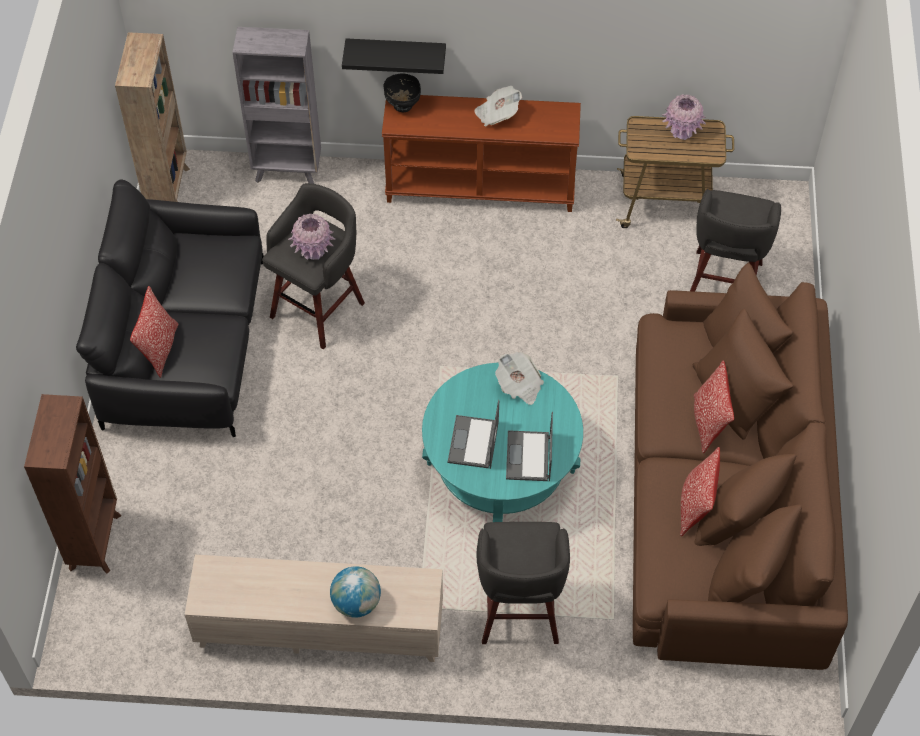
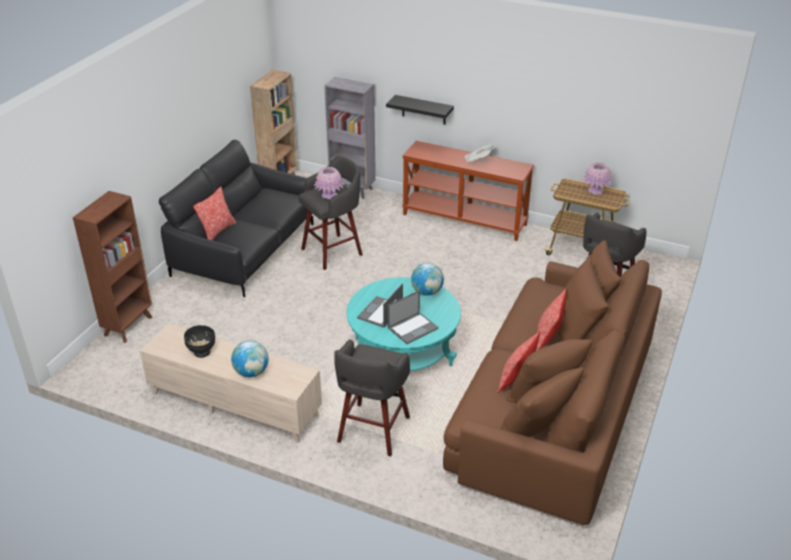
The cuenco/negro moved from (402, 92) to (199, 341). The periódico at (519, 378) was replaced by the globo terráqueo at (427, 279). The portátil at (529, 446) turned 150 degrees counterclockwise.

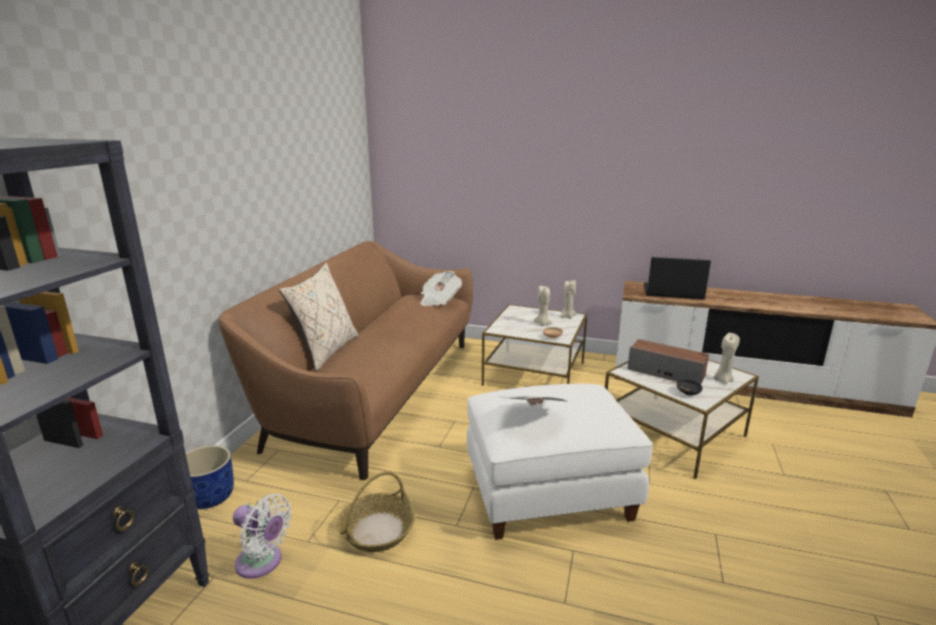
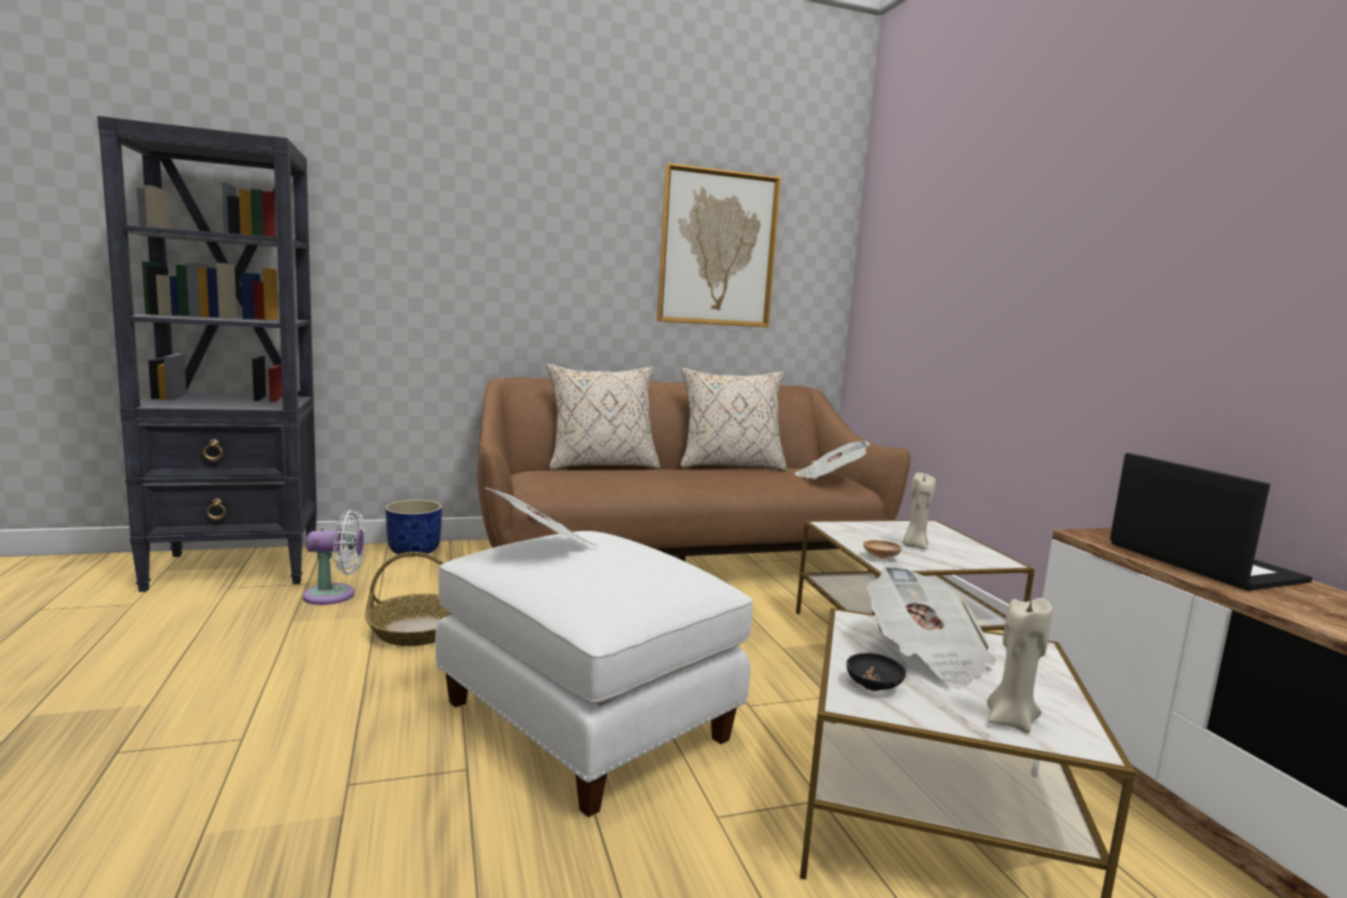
The vela/beis at (568, 299) disappeared. The cuadro at (719, 245) appeared. The cojín/beis at (734, 419) appeared. The altavoz at (668, 361) was replaced by the periódico at (931, 627). The ventilador/blanco at (262, 536) turned 90 degrees counterclockwise.

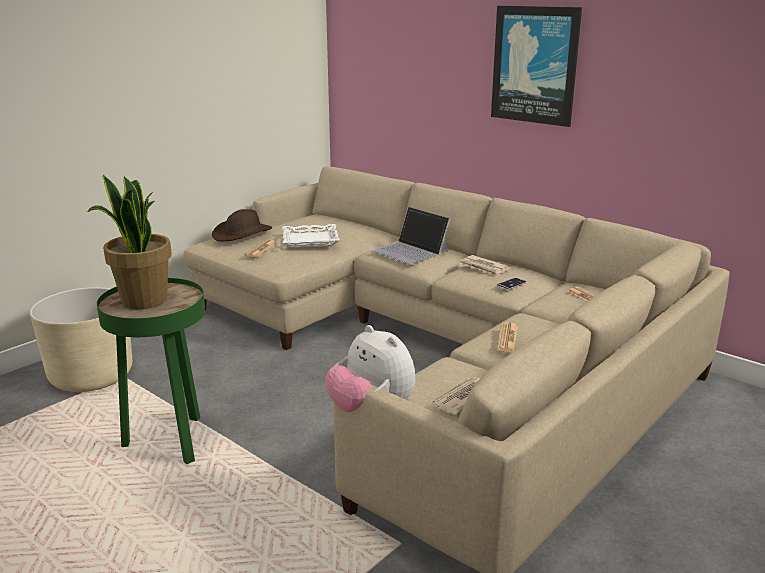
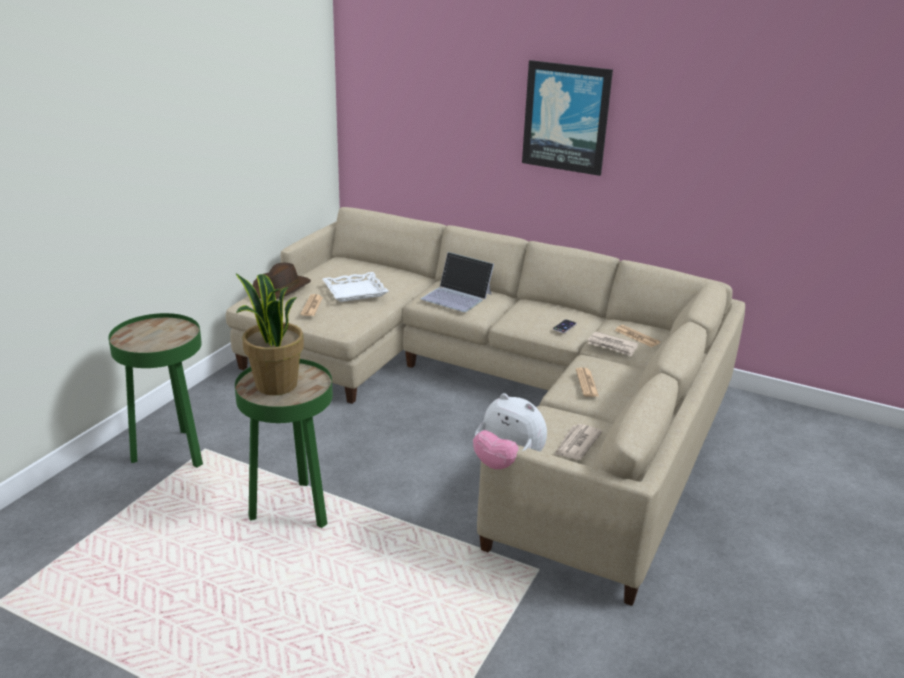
The periódico moved from (484, 266) to (613, 344). The maceta/beis at (81, 339) was replaced by the mesa auxiliar/verde at (155, 390).

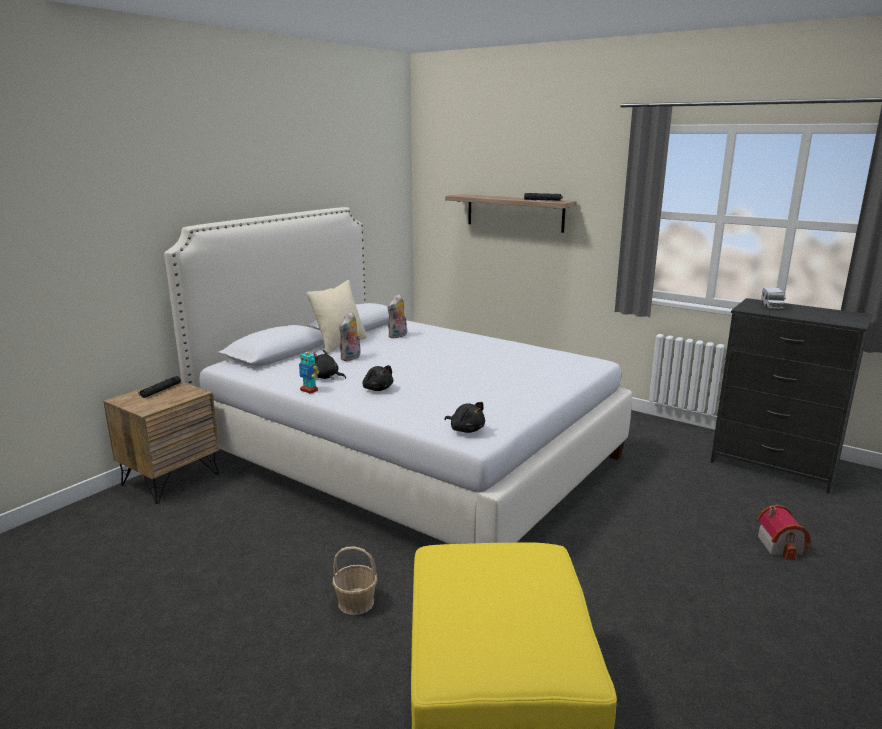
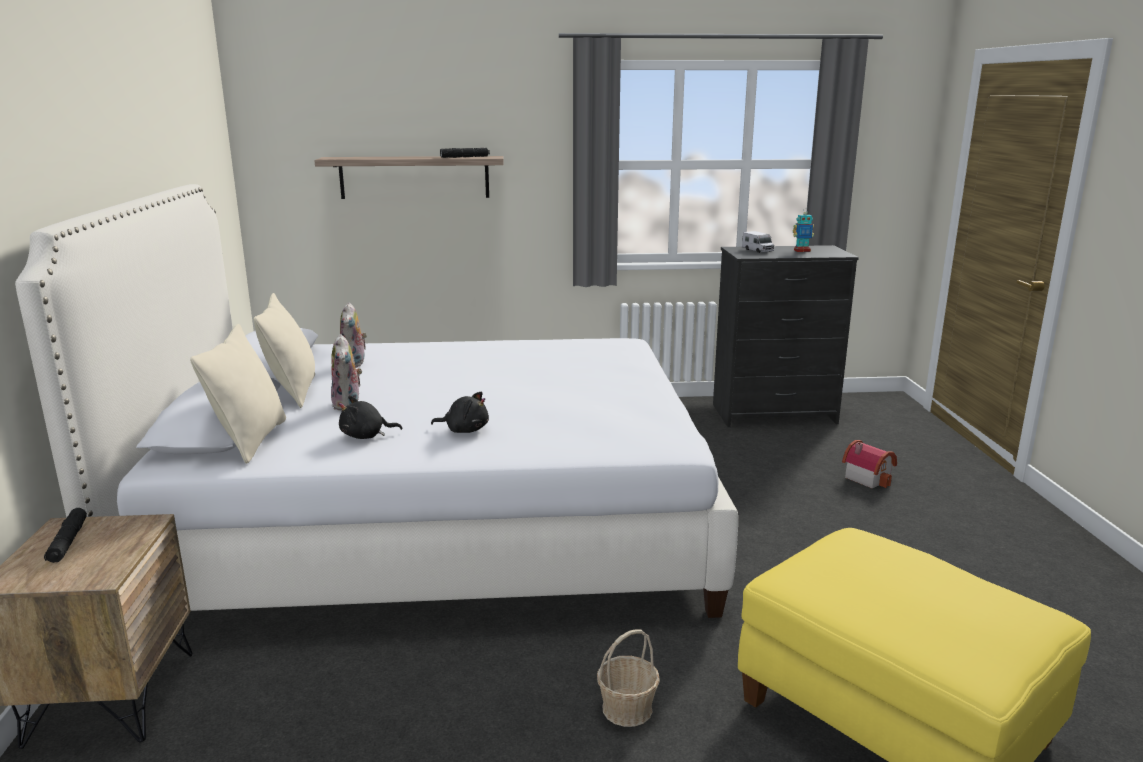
The peluche/negro at (464, 417) disappeared. The cojín/beis at (238, 394) appeared. The robot de juguete moved from (309, 371) to (803, 230).

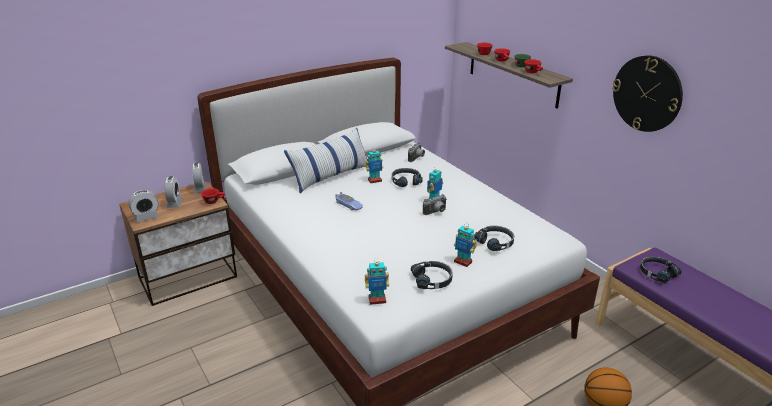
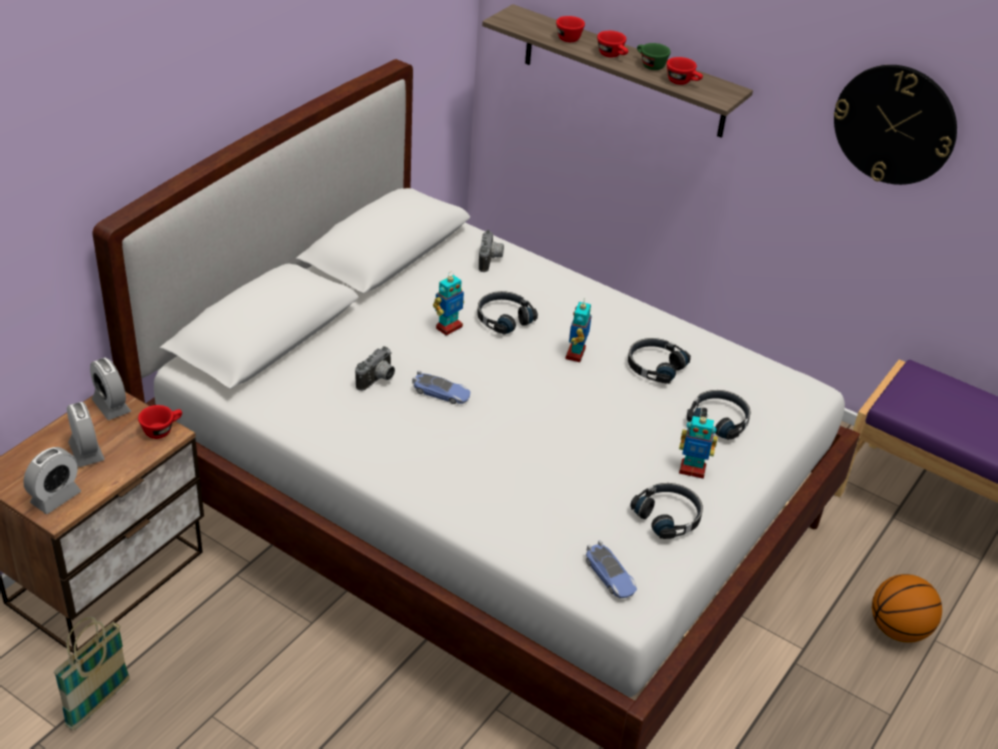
The cojín at (325, 160) disappeared. The cesta at (91, 673) appeared. The cámara moved from (435, 204) to (375, 368). The auriculares/negro moved from (661, 269) to (659, 361). The robot de juguete at (377, 281) was replaced by the coche de juguete at (611, 569).

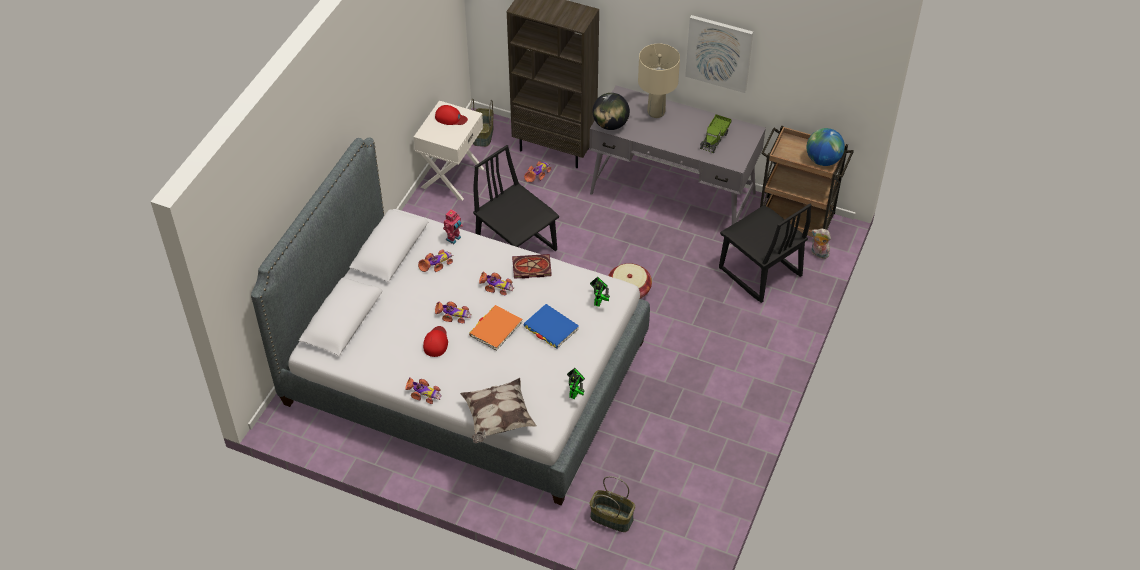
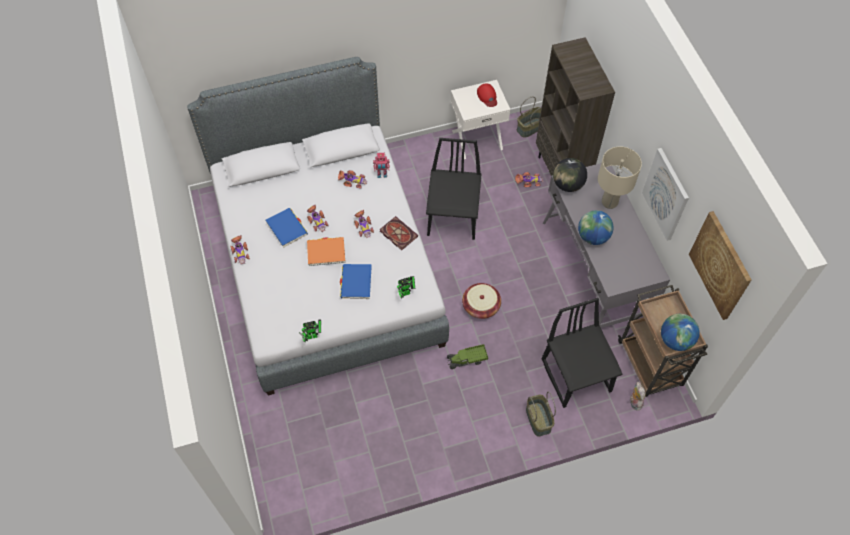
The cojín at (498, 410) disappeared. The globo terráqueo at (596, 227) appeared. The cuadro at (720, 265) appeared. The cesta moved from (612, 504) to (541, 414). The camión de juguete moved from (716, 133) to (467, 356). The gorra/rojo at (435, 341) was replaced by the libro/azul at (287, 227). The silla/negro at (765, 253) turned 150 degrees clockwise.

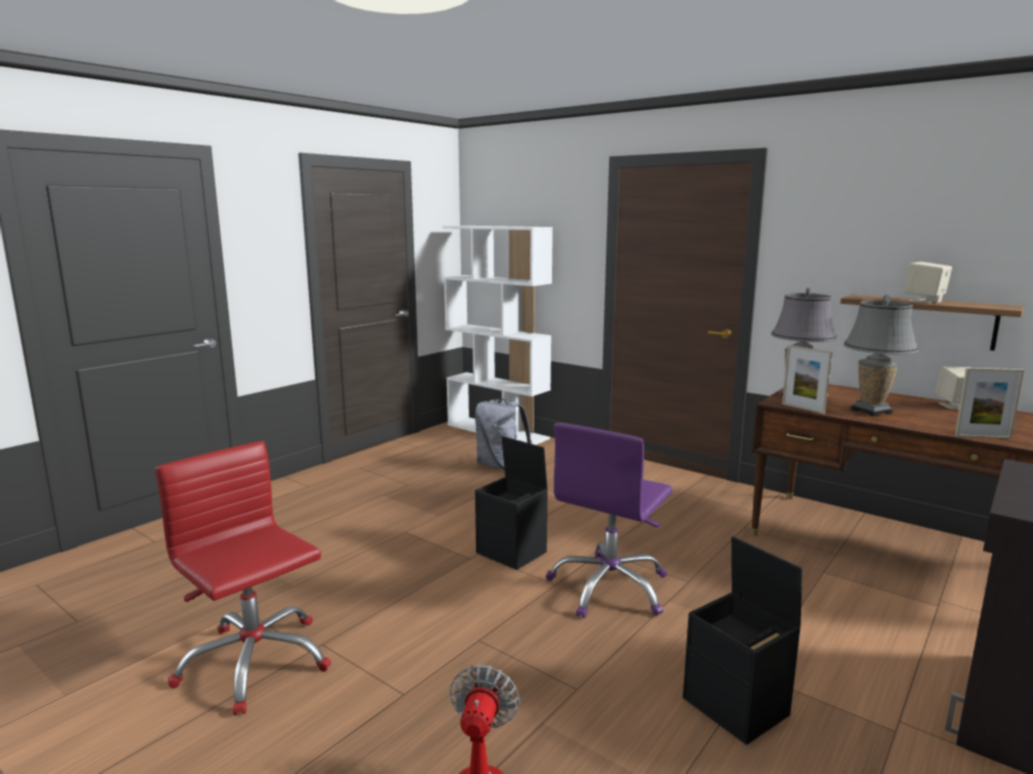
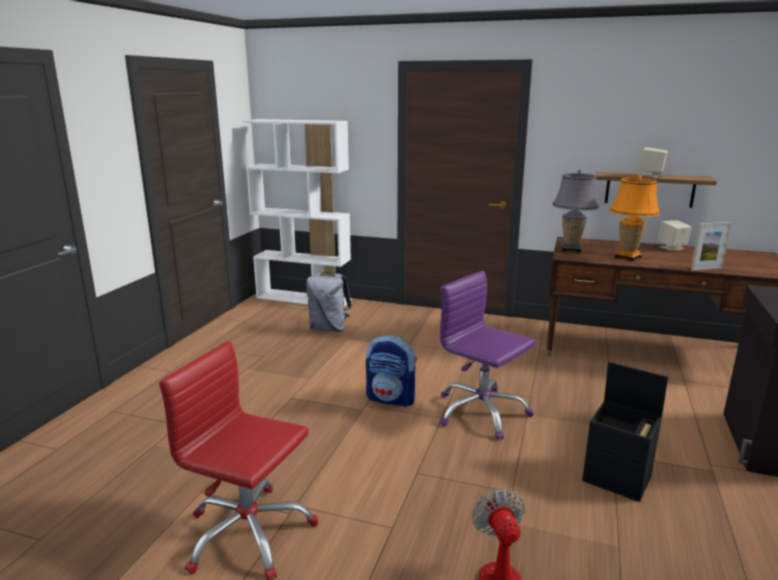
The portarretratos at (807, 379) disappeared. The caja de almacenaje/negro at (511, 503) was replaced by the mochila at (391, 371). The lámpara de mesa/gris at (881, 356) became the lámpara de mesa/naranja at (634, 217). The silla de oficina/morado at (609, 520) turned 120 degrees clockwise.

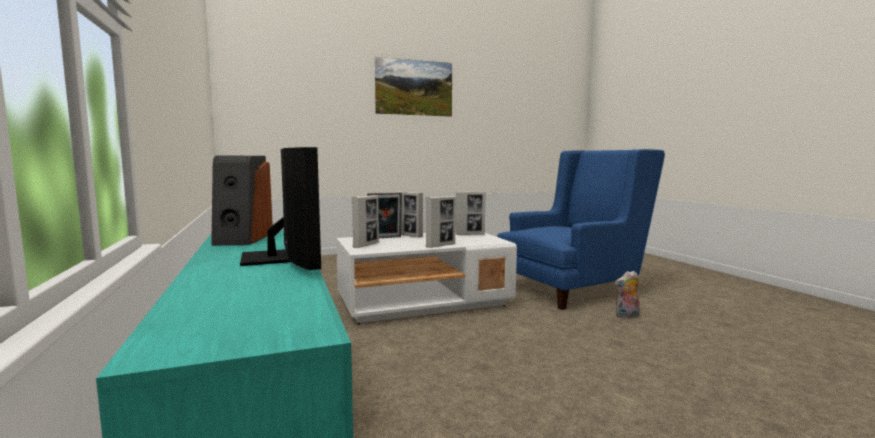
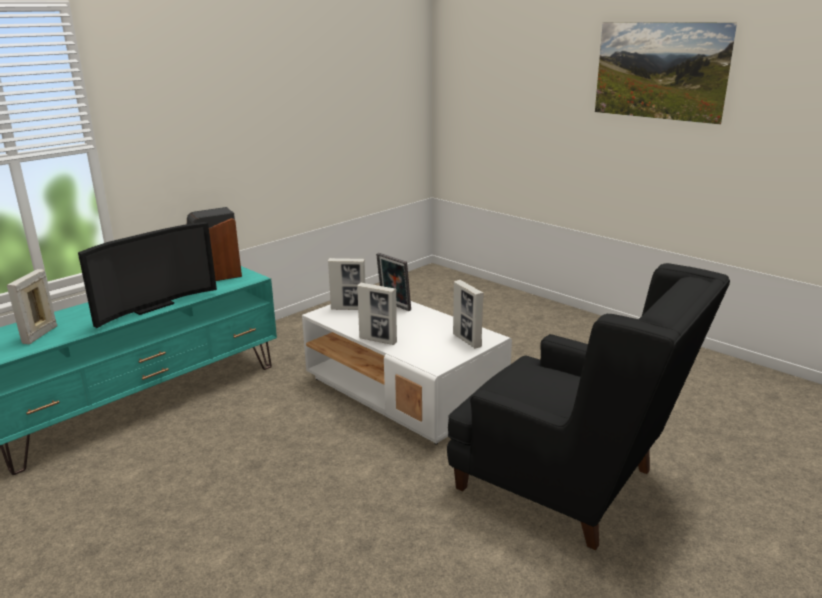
The peluche at (627, 295) disappeared. The portarretratos moved from (409, 214) to (32, 306). The sillón/azul at (581, 229) became the sillón/negro at (588, 406).

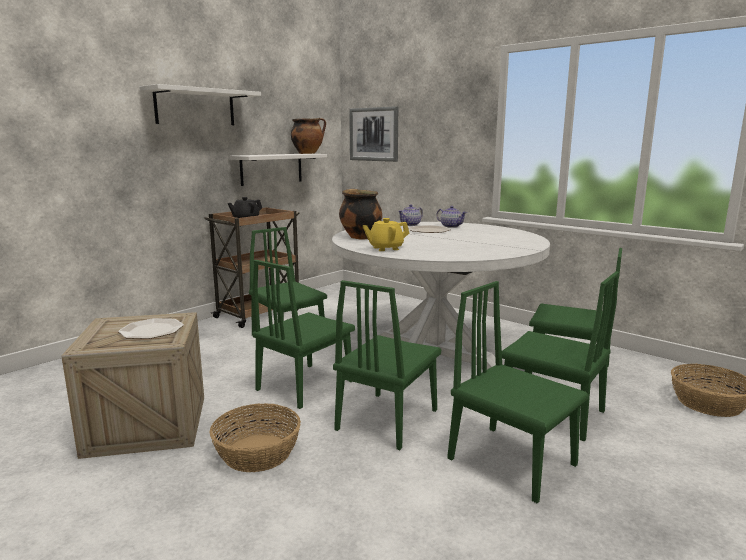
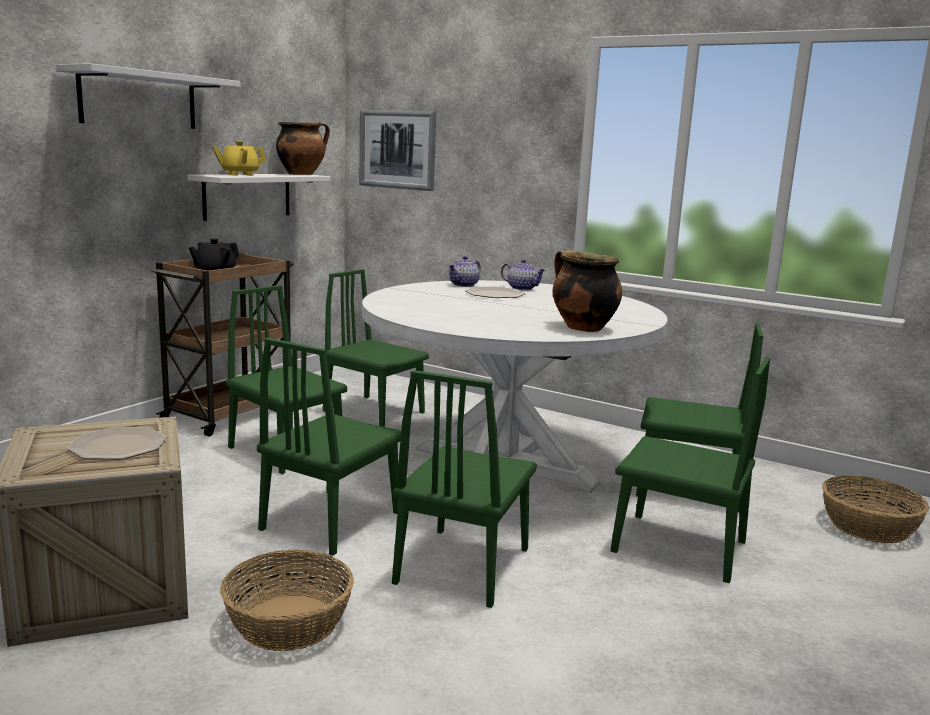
The olla moved from (360, 214) to (587, 291). The tetera/amarillo moved from (386, 234) to (239, 158). The silla/verde moved from (518, 392) to (376, 348).

